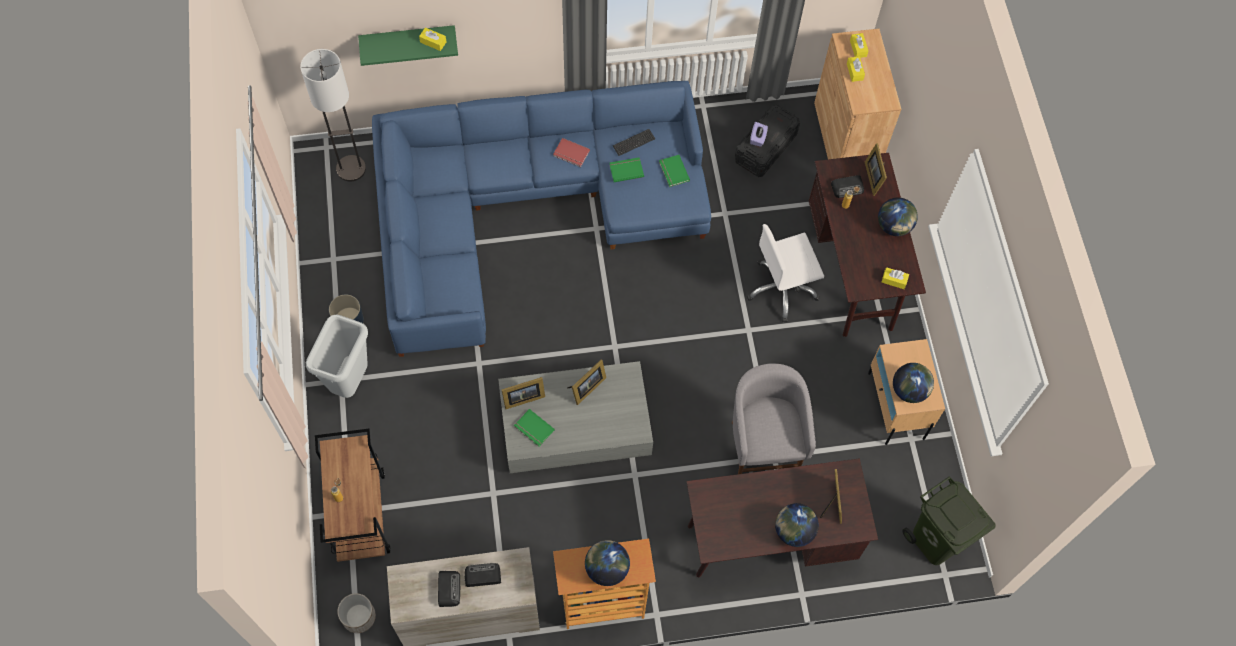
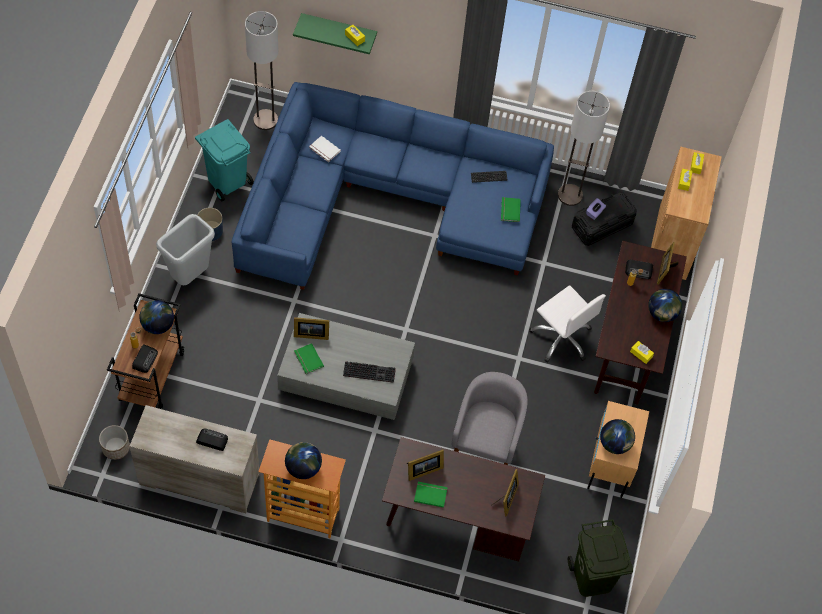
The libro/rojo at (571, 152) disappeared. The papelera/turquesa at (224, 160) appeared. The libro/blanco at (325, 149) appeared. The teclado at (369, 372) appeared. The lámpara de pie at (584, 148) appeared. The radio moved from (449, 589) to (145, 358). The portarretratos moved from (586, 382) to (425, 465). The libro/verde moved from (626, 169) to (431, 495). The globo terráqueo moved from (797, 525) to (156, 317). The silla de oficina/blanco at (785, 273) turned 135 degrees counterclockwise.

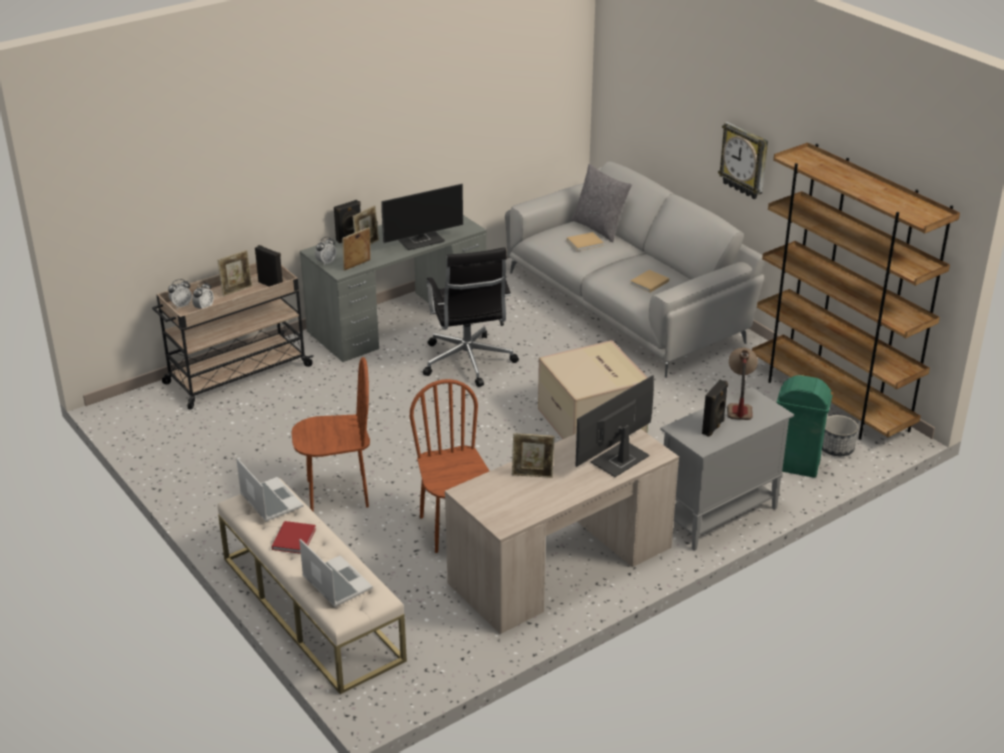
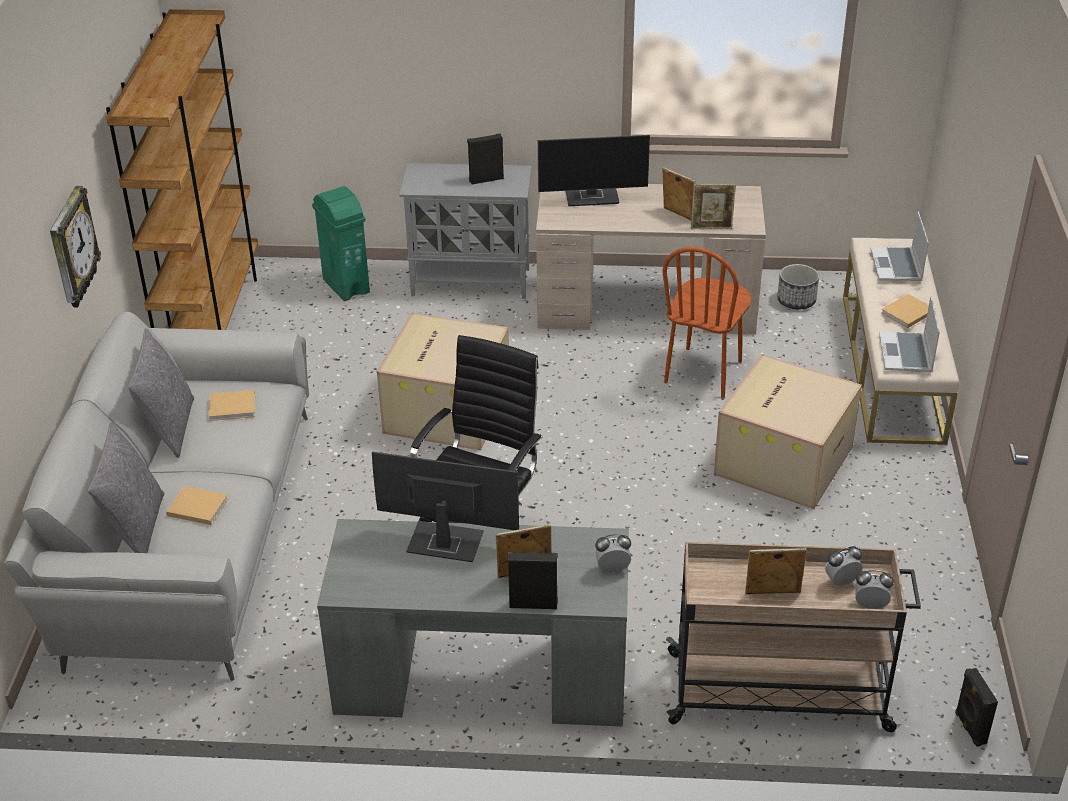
The lámpara de mesa at (742, 384) disappeared. The cojín/gris at (161, 393) appeared. The altavoz/negro moved from (269, 266) to (976, 707). The portarretratos moved from (356, 249) to (713, 206). The maceta moved from (840, 435) to (798, 286). The silla/marrón at (331, 434) was replaced by the caja de cartón at (788, 431). The libro/rojo at (294, 537) became the libro/beis at (905, 311).

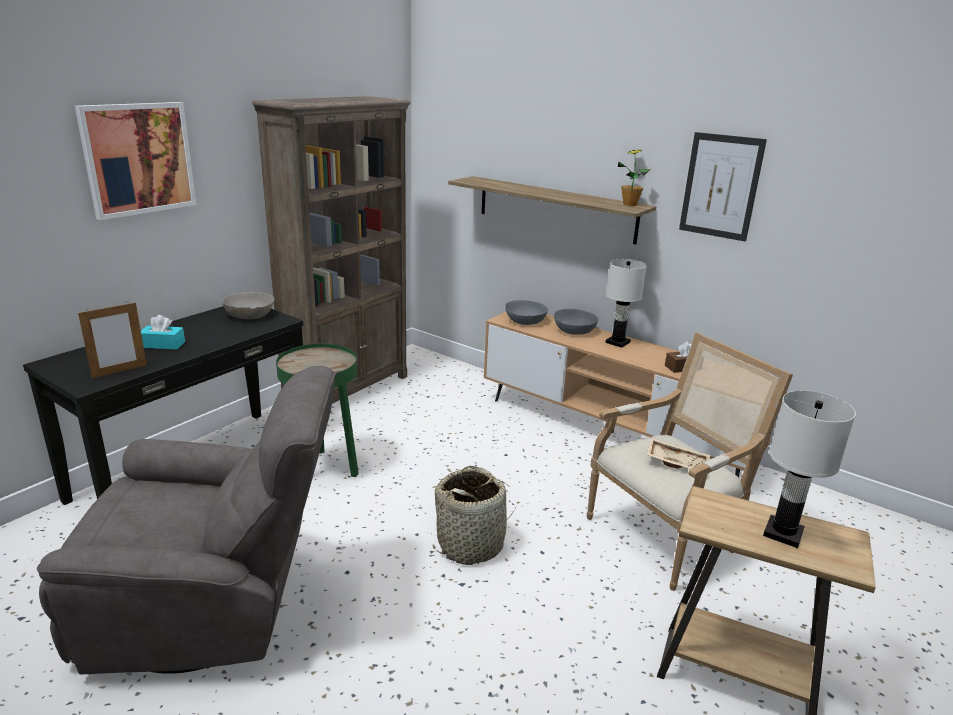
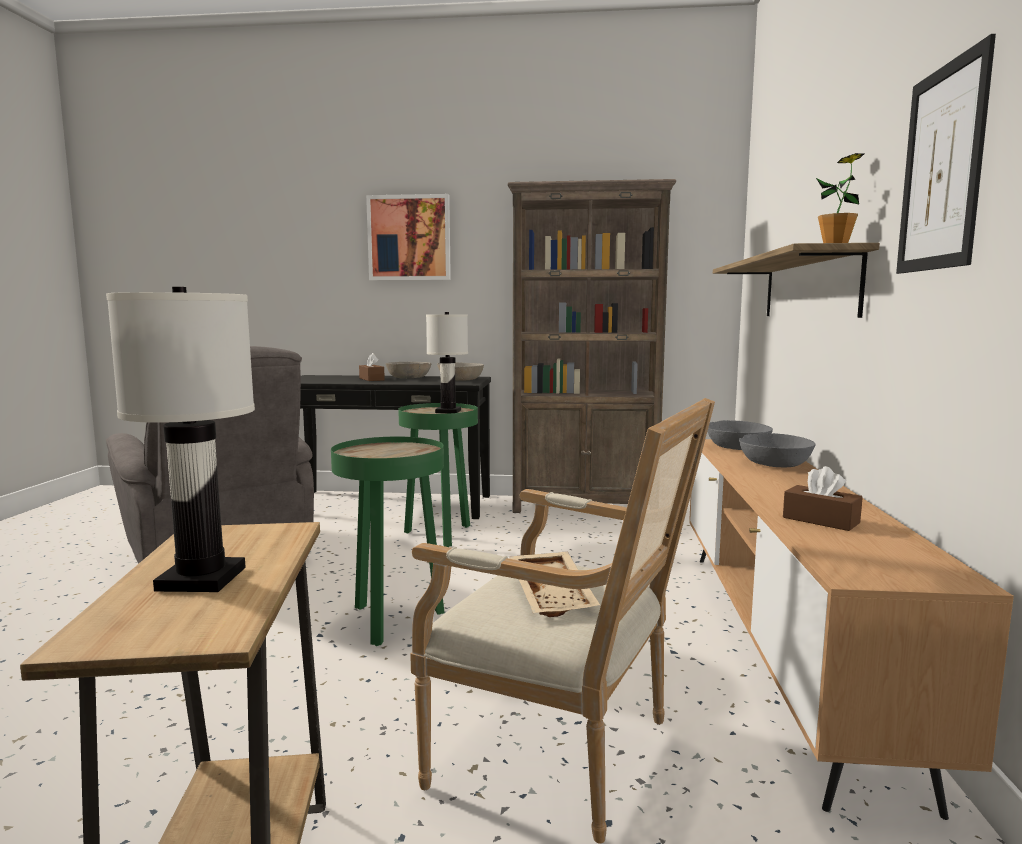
The portarretratos at (112, 340) disappeared. The cuenco/gris at (408, 370) appeared. The lámpara de mesa/blanco moved from (626, 303) to (447, 362). The cesta at (474, 515) was replaced by the mesa auxiliar/verde at (388, 541). The caja de pañuelos/turquesa at (163, 332) became the caja de pañuelos/marrón at (372, 367).

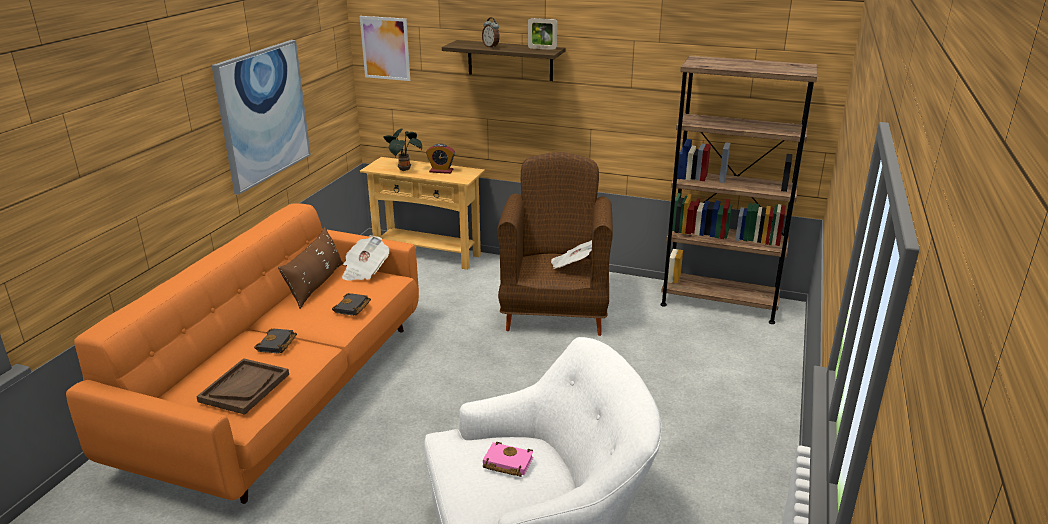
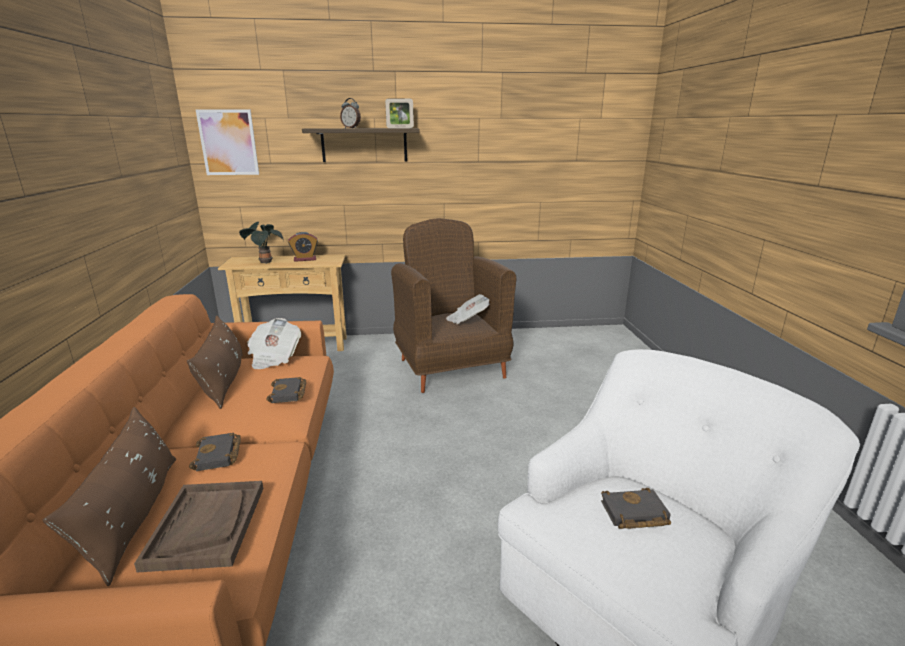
The cuadro at (261, 117) disappeared. The estantería/marrón at (739, 189) disappeared. The cojín/marrón at (109, 497) appeared. The libro/rosa at (508, 459) became the libro/negro at (636, 508).

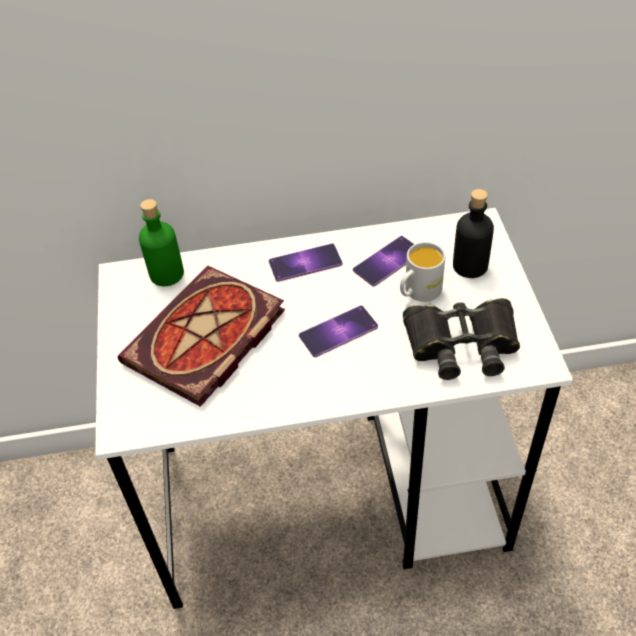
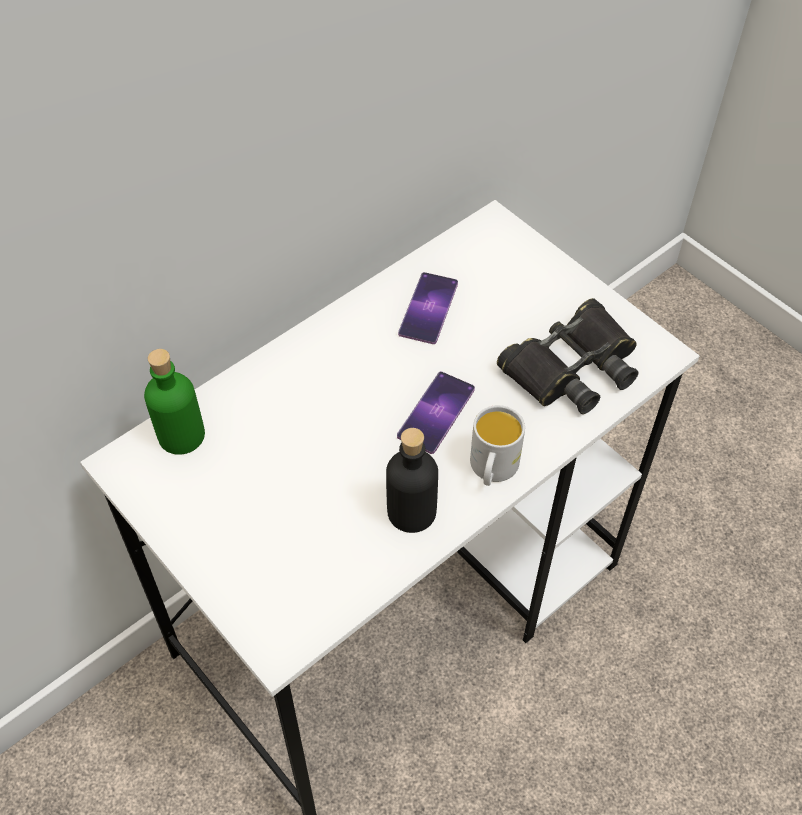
The libro at (201, 336) disappeared. The móvil at (306, 262) disappeared. The taza grande/blanco moved from (422, 272) to (497, 445). The botella/negro moved from (473, 233) to (412, 480).

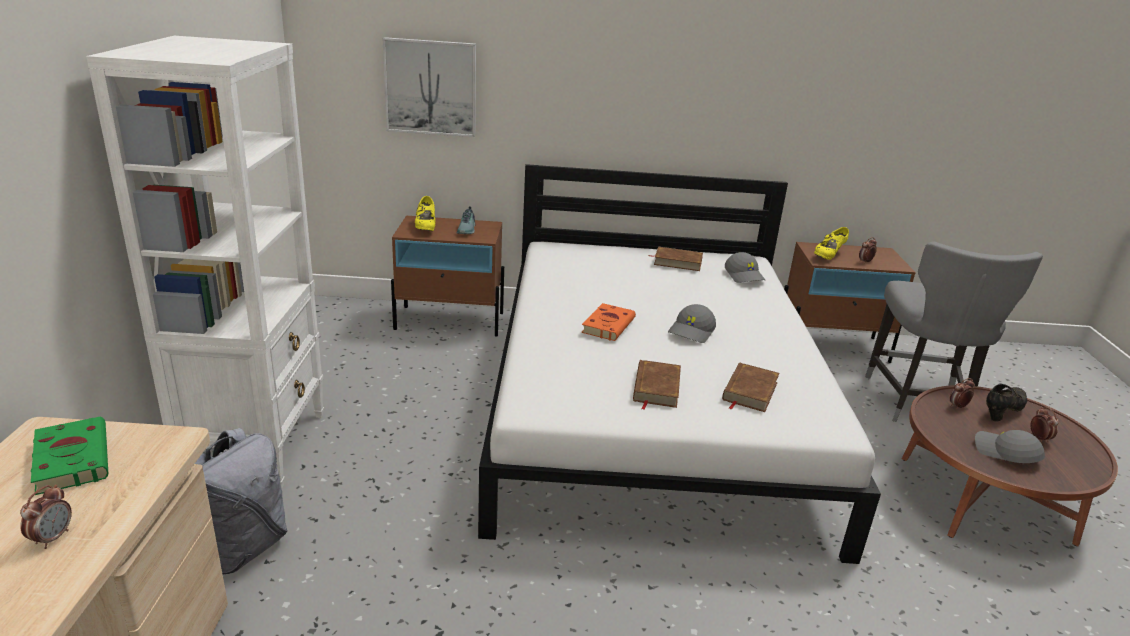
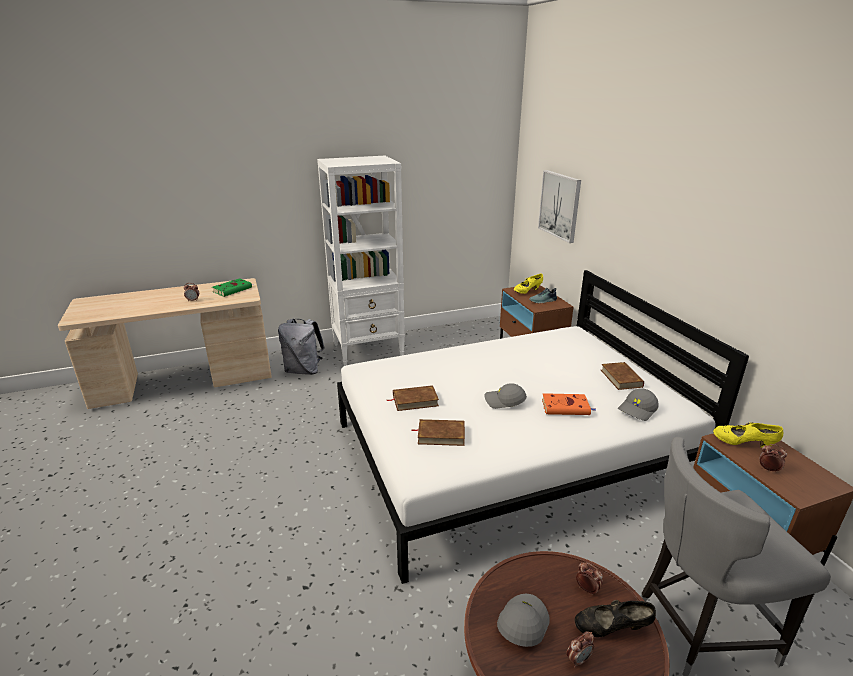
The libro/naranja moved from (608, 322) to (569, 404). The zapato/negro at (1006, 403) turned 150 degrees clockwise.

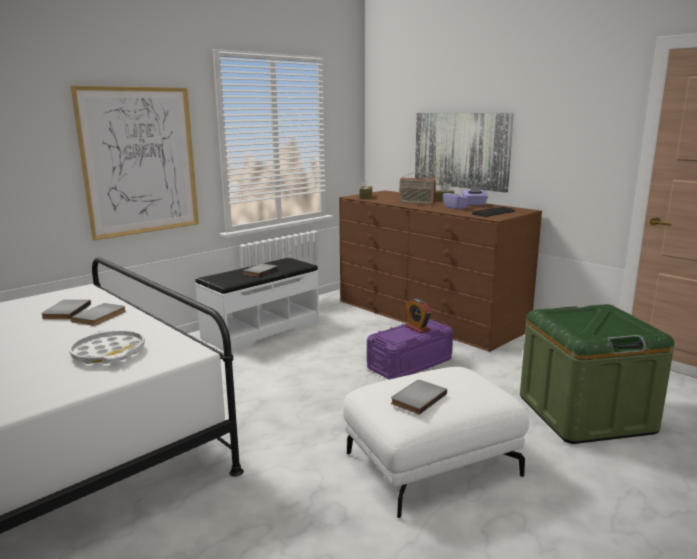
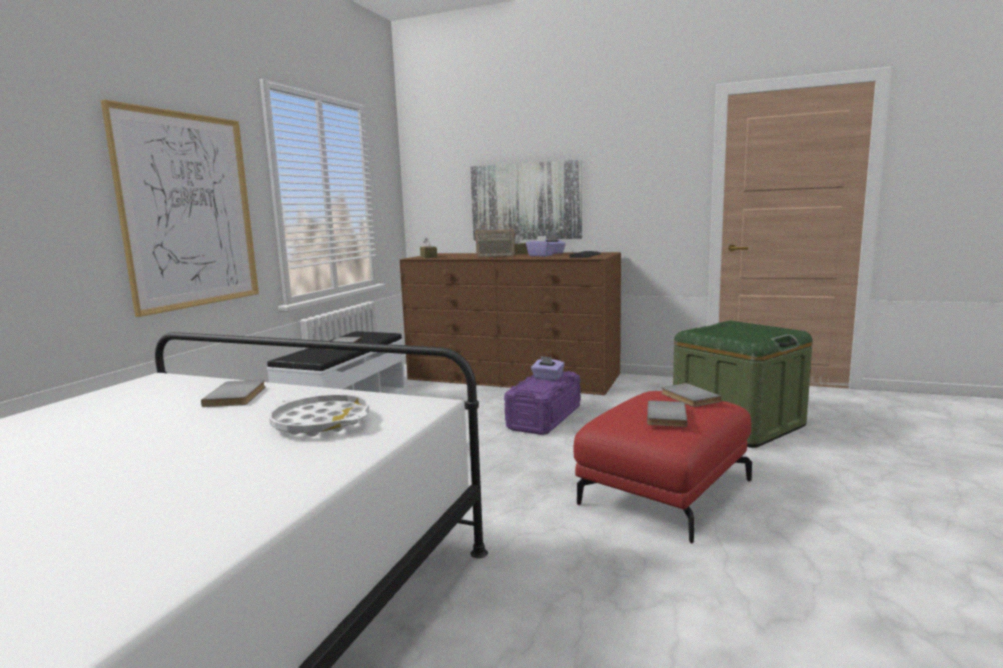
The libro/gris moved from (66, 309) to (691, 395). The despertador at (418, 315) was replaced by the caja de pañuelos/morado at (547, 368). The puf/blanco at (436, 442) became the puf/rojo at (662, 467).

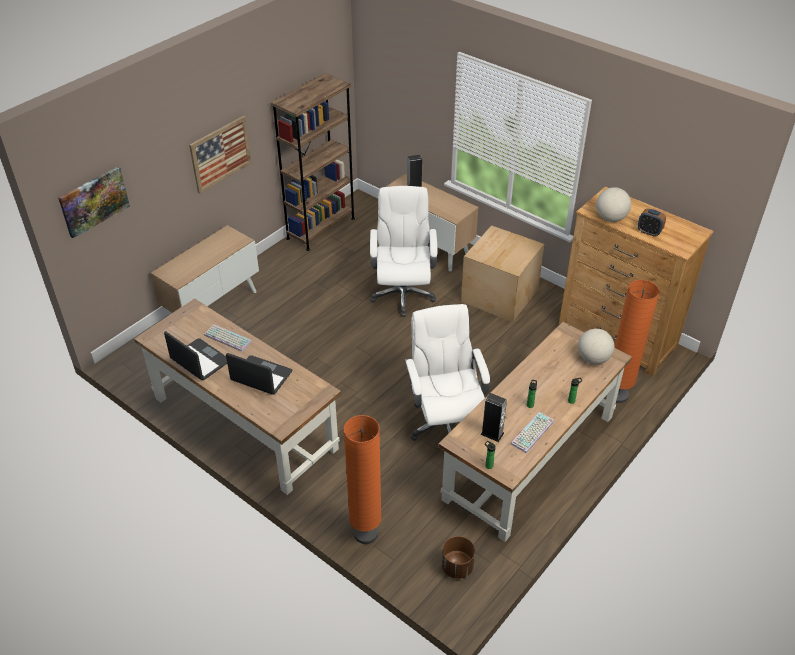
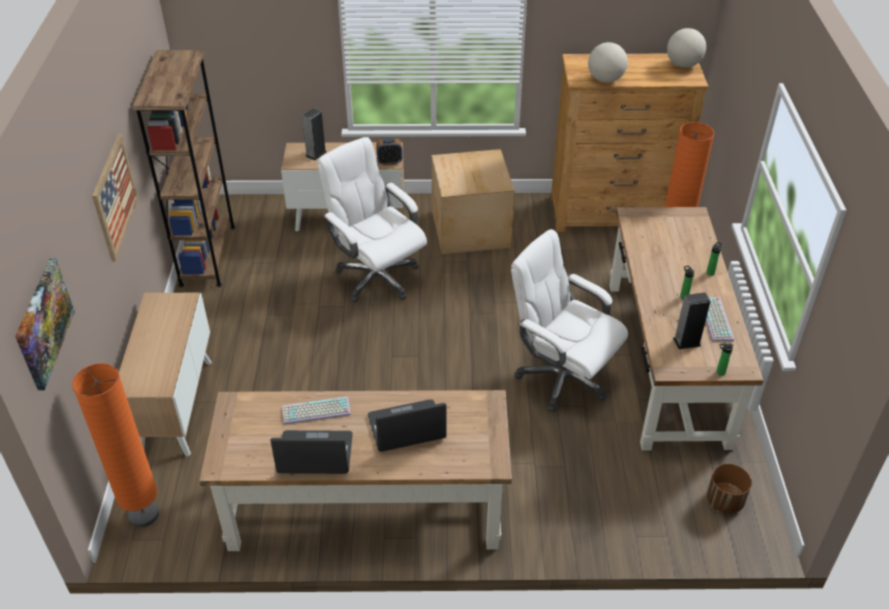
The lámpara de pie/naranja moved from (362, 479) to (115, 445). The globo terráqueo moved from (596, 346) to (686, 48). The despertador moved from (652, 222) to (389, 151).

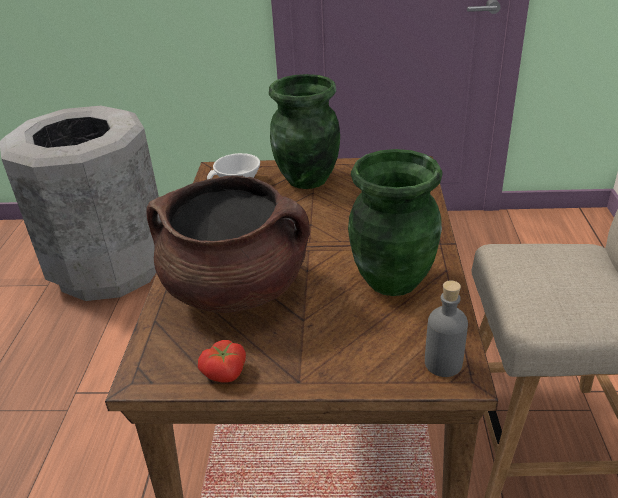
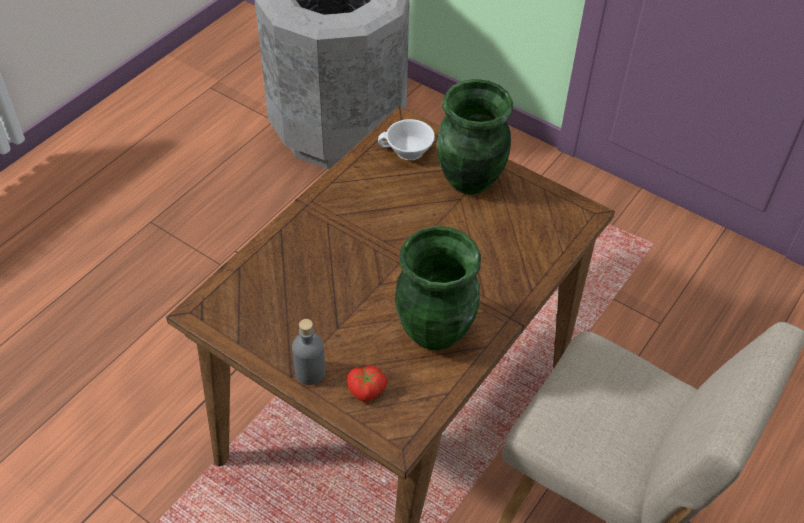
The olla/marrón at (228, 244) disappeared. The tomate moved from (222, 361) to (367, 383). The botella/gris moved from (446, 328) to (308, 352).

